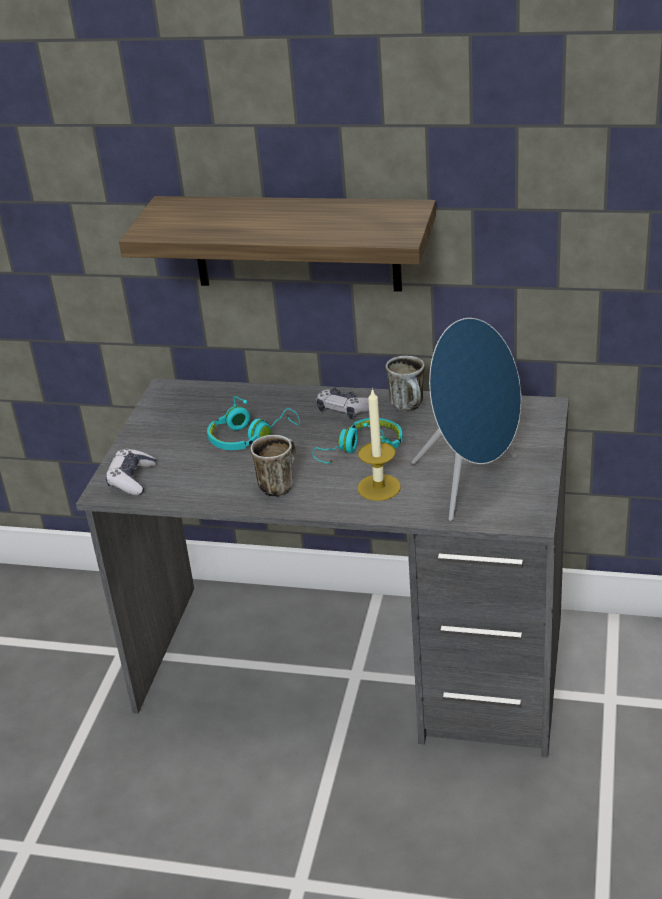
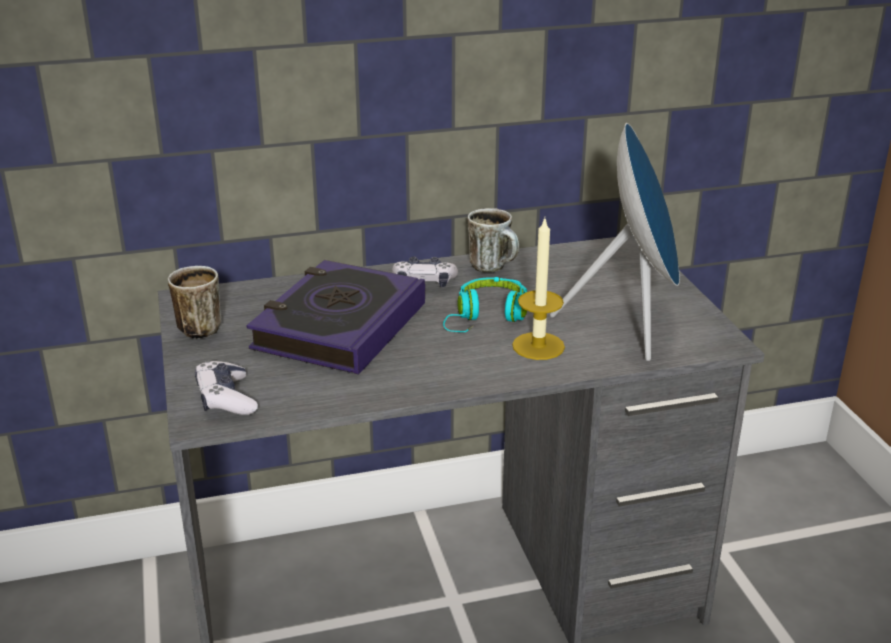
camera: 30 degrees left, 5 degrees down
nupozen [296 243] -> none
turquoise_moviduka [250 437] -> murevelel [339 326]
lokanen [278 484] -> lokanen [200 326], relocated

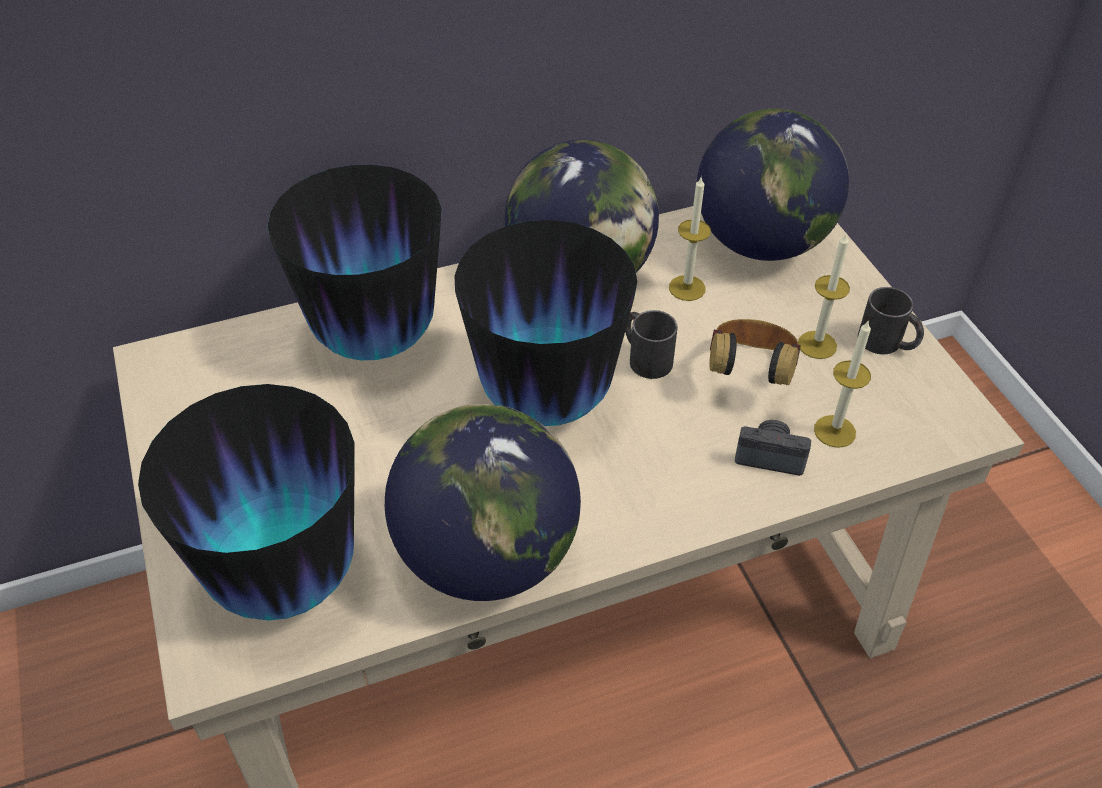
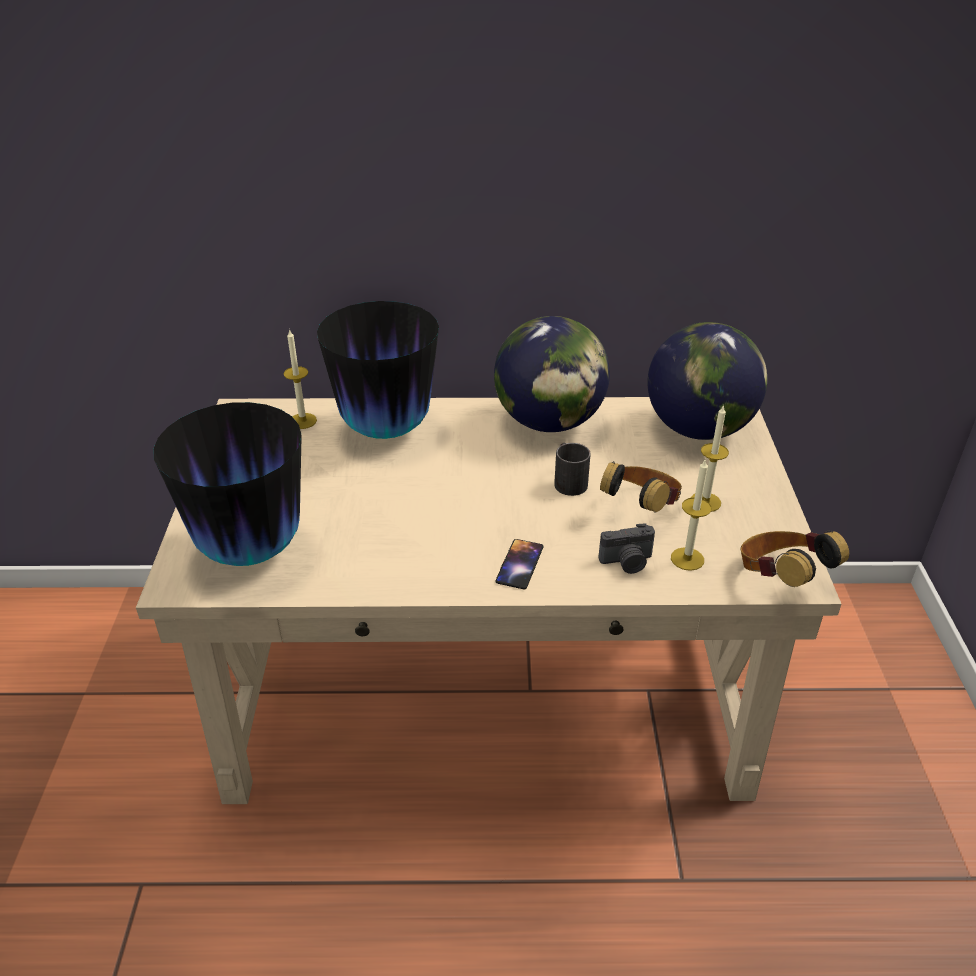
camera: 20 degrees right, 10 degrees down
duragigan [687 288] -> duragigan [302 421], relocated
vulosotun [546 400] -> none
black_lokanen [887 343] -> none
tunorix [487 556] -> none
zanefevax [770 456] -> zanefevax [627 562], 135 degrees clockwise
none -> moviduka [780 578]
none -> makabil [519 564]

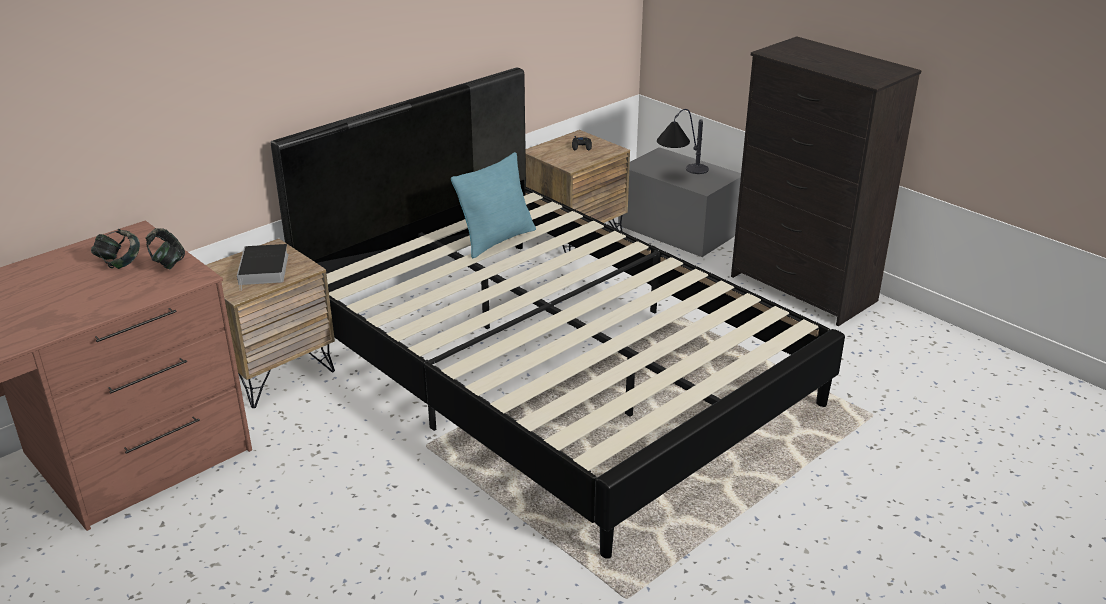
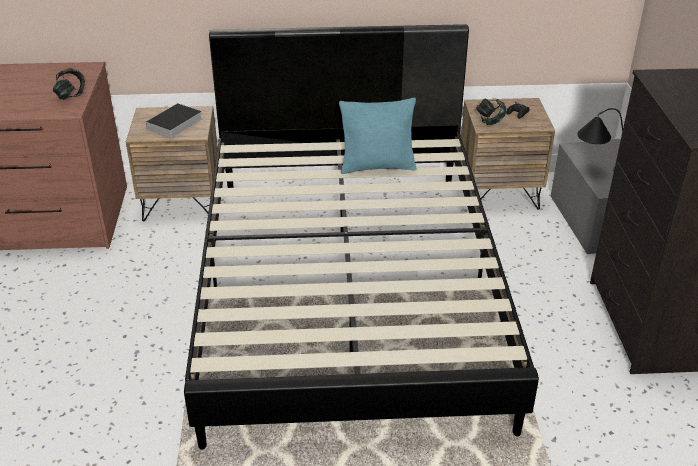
camera: 40 degrees right, 5 degrees up
moviduka [119 263] -> moviduka [490 121], relocated

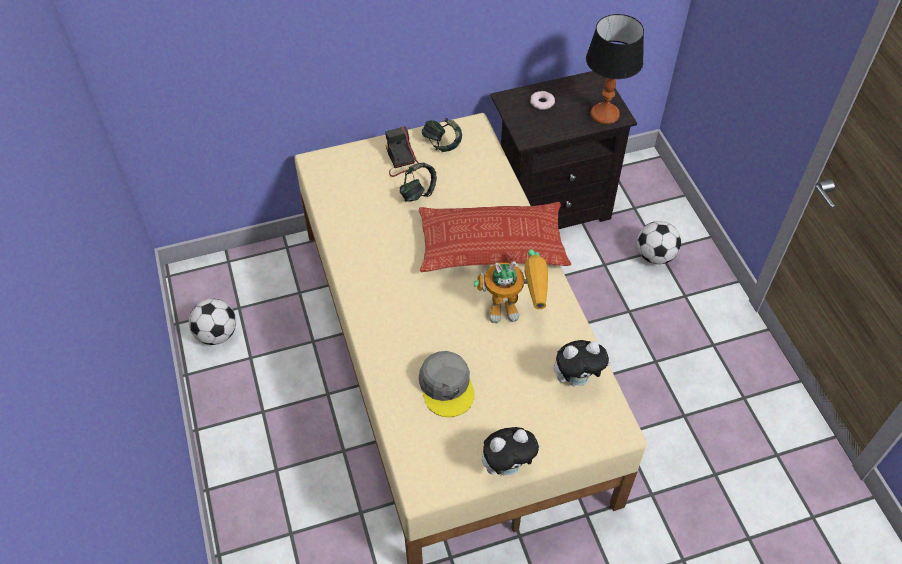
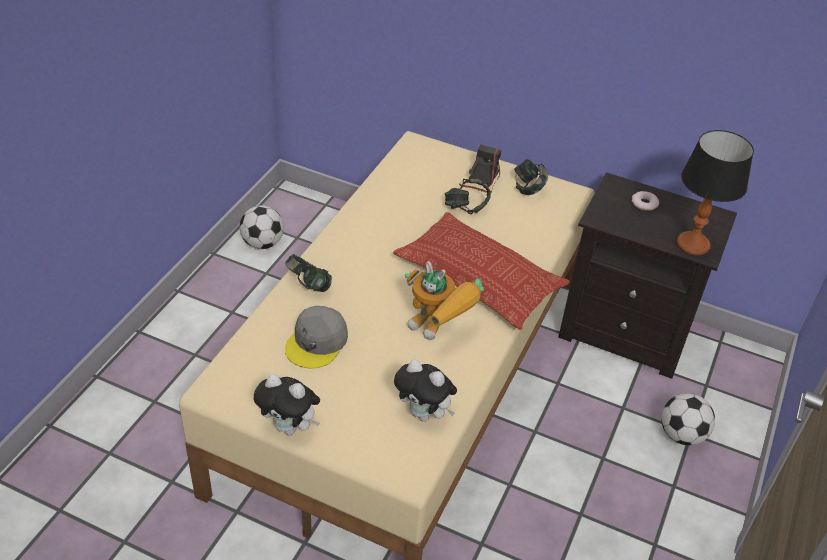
camera: 40 degrees right, 10 degrees down
none -> moviduka [308 285]

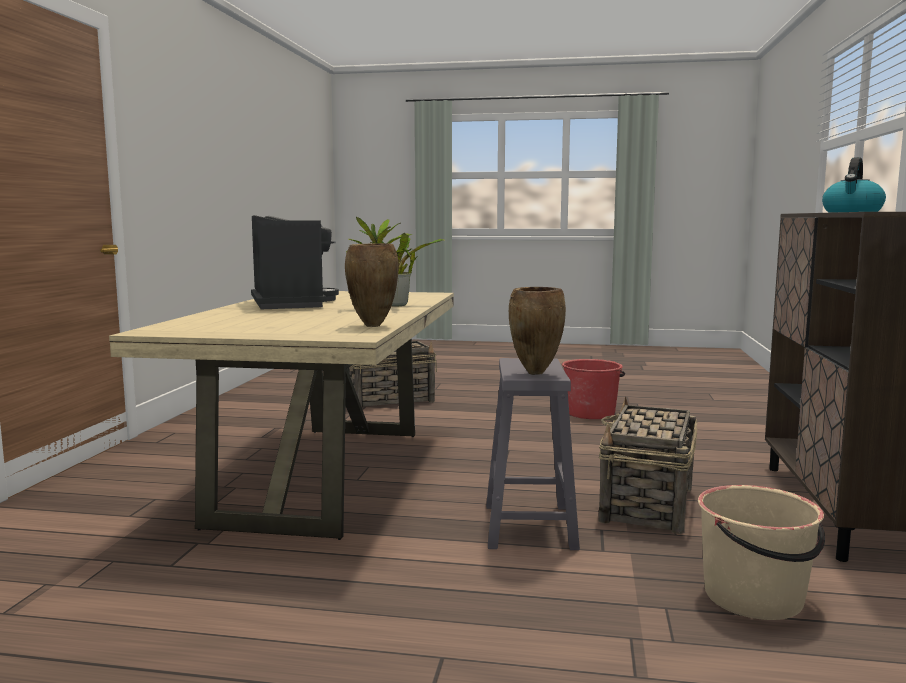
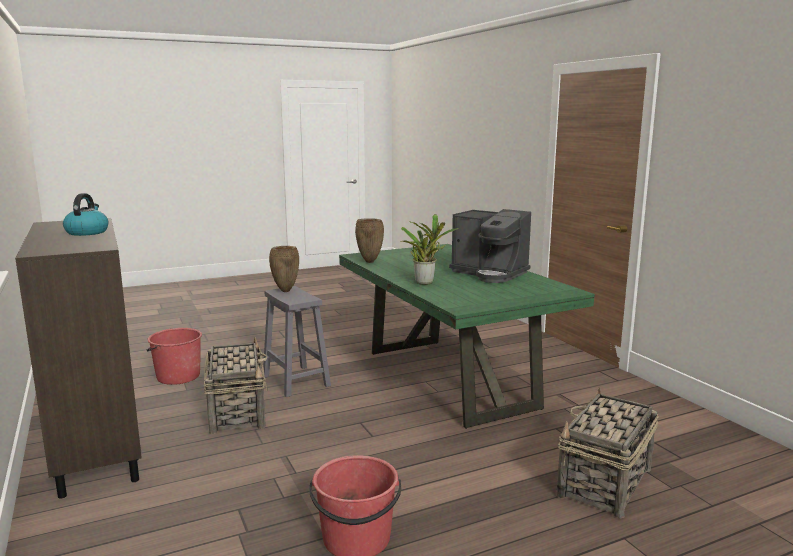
camera: 145 degrees right, 5 degrees up
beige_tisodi [324 474] -> green_tisodi [450 379]
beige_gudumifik [754 598] -> red_gudumifik [177 376]

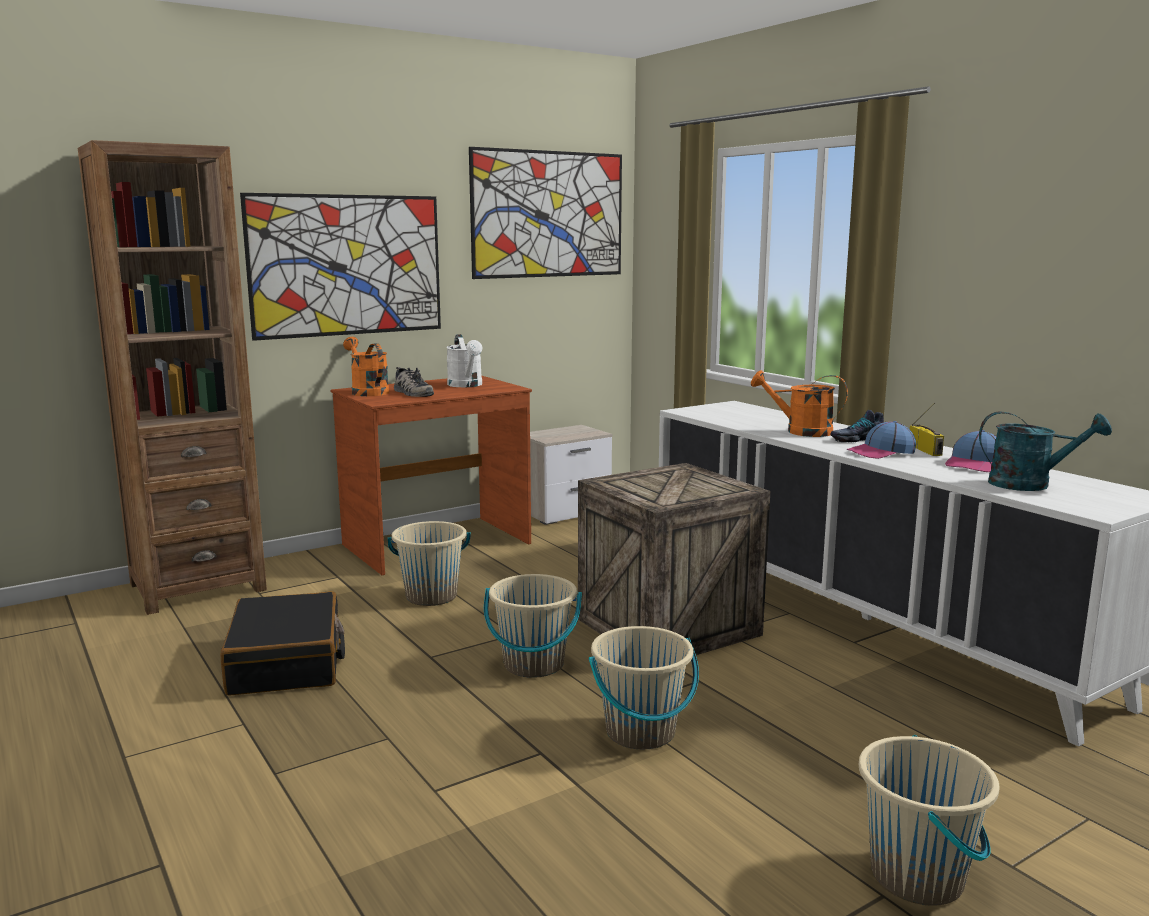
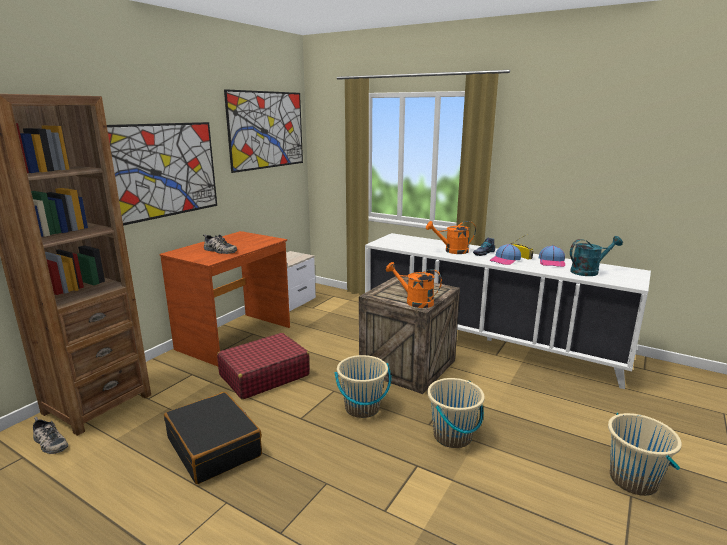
camera: 25 degrees left, 5 degrees up
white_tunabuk [466 385] -> none
orange_tunabuk [367 391] -> orange_tunabuk [414 301], relocated
beige_gudumifik [431 596] -> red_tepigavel [264 375]
none -> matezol [49 443]

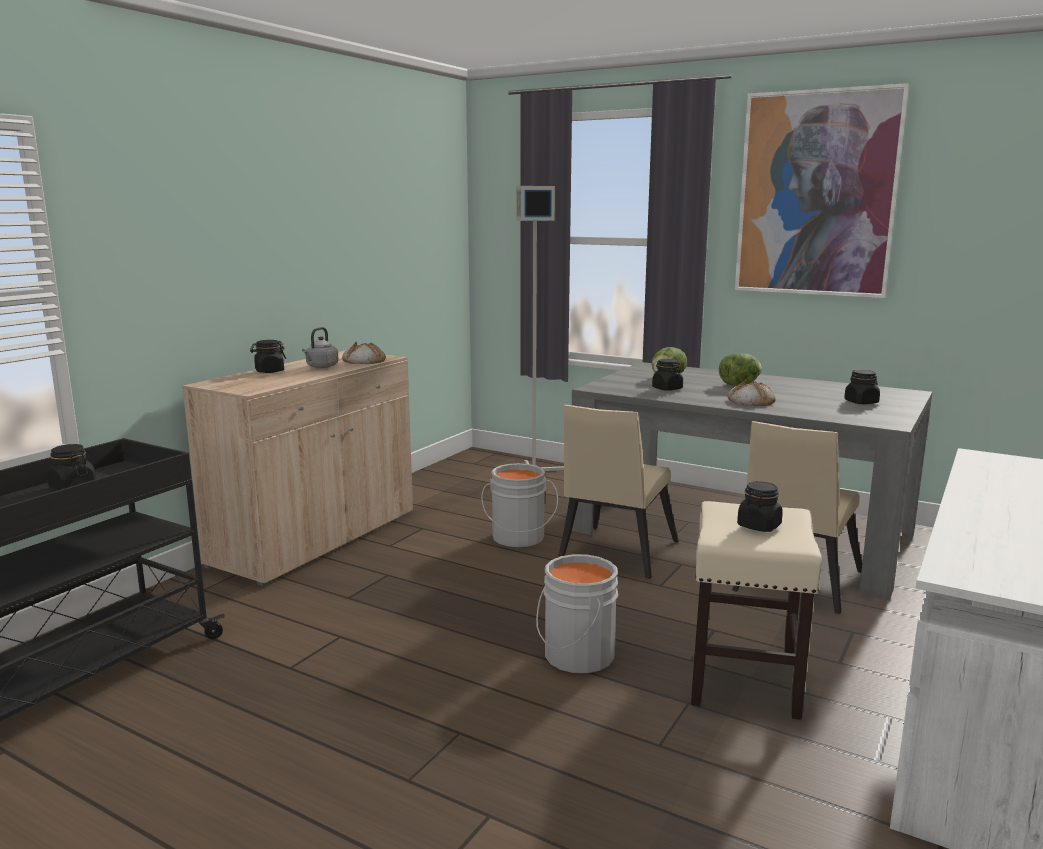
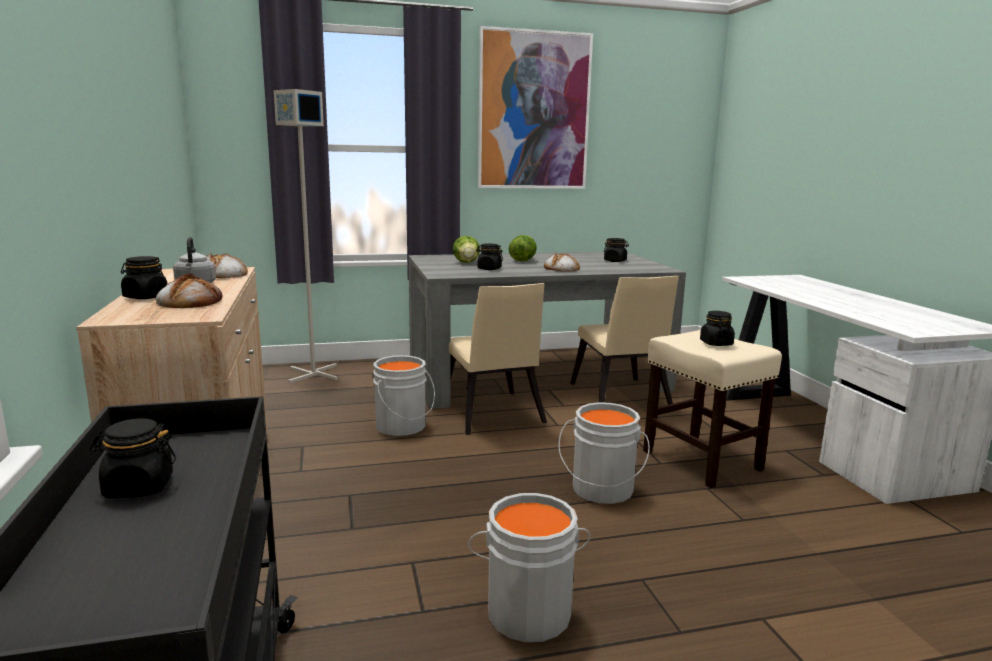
camera: 45 degrees left, 0 degrees up
none -> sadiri [189 301]
none -> grey_gudumifik [528 610]

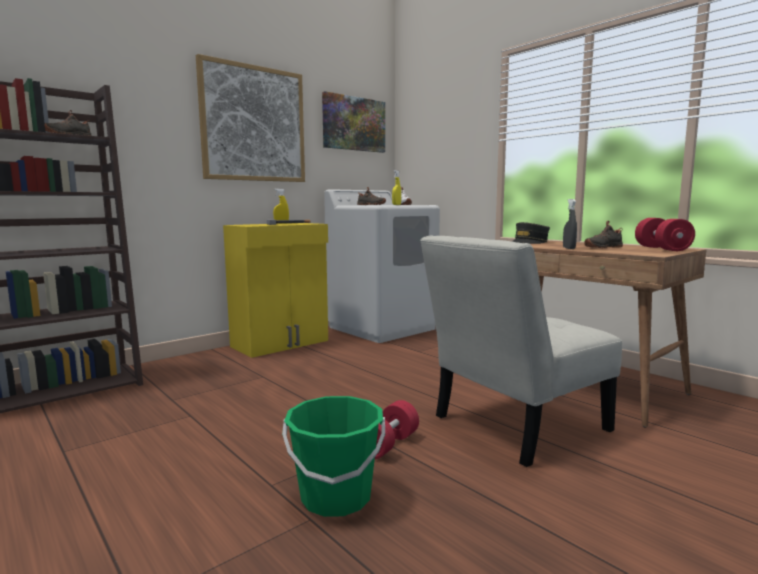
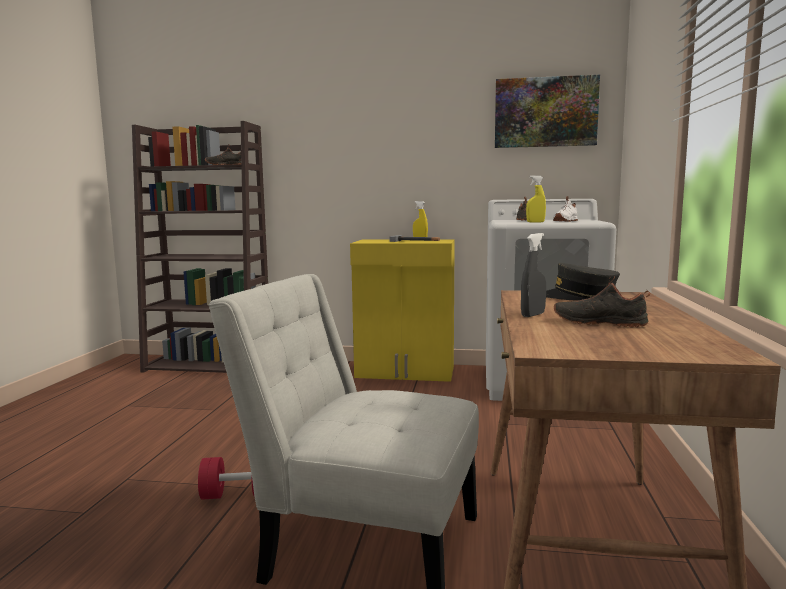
camera: 50 degrees right, 0 degrees up
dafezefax [253 124] -> none
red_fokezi [661 249] -> none
green_gudumifik [336 497] -> none

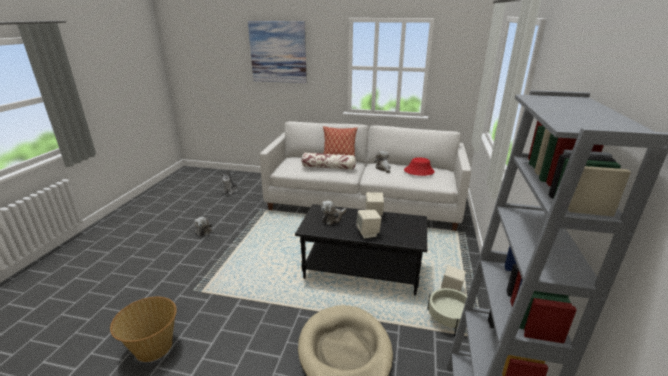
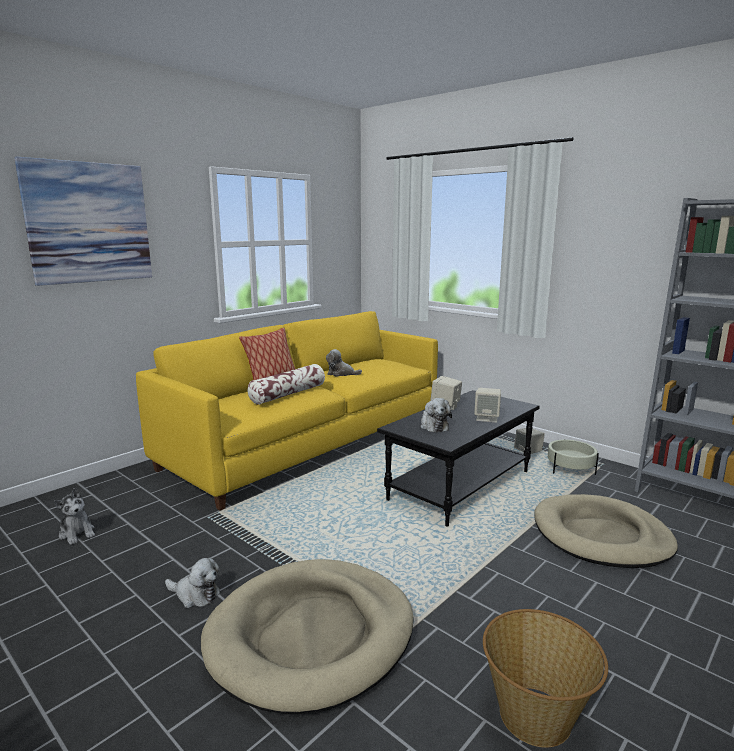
camera: 60 degrees left, 10 degrees down
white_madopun [363 203] -> yellow_madopun [309 442]
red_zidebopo [419 171] -> none
none -> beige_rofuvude [311 636]

